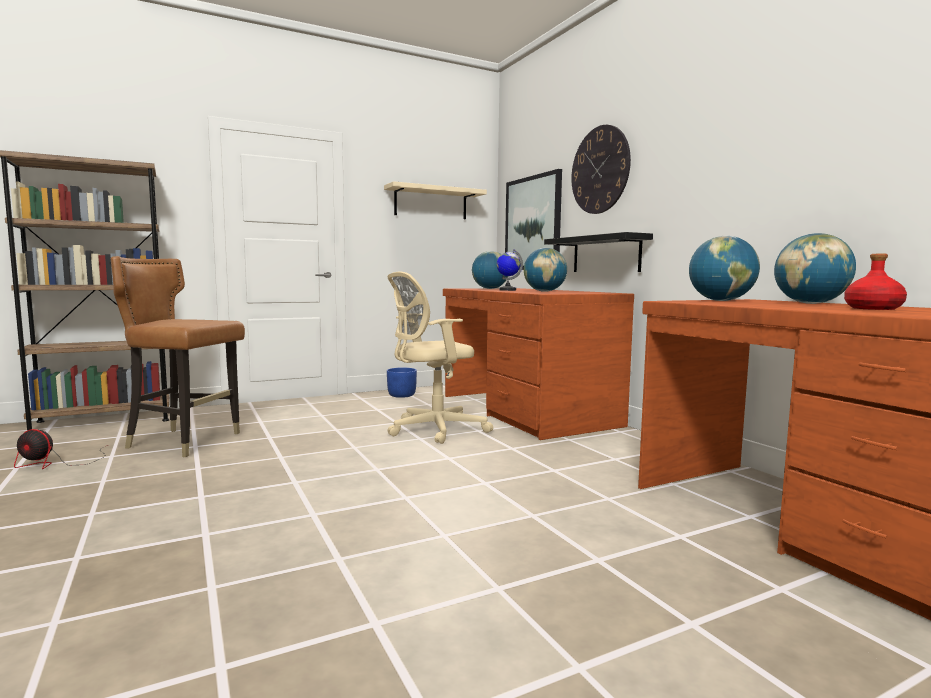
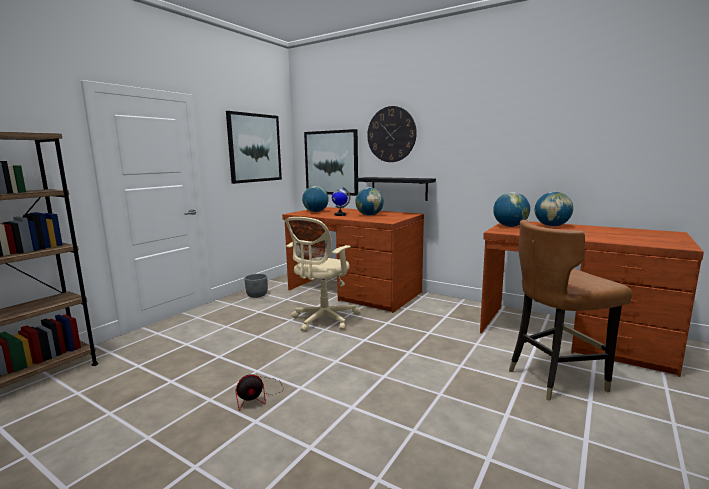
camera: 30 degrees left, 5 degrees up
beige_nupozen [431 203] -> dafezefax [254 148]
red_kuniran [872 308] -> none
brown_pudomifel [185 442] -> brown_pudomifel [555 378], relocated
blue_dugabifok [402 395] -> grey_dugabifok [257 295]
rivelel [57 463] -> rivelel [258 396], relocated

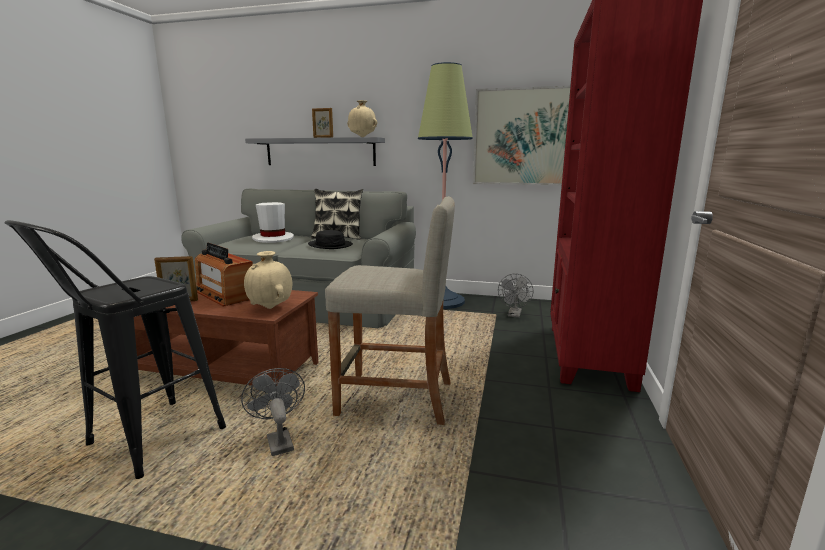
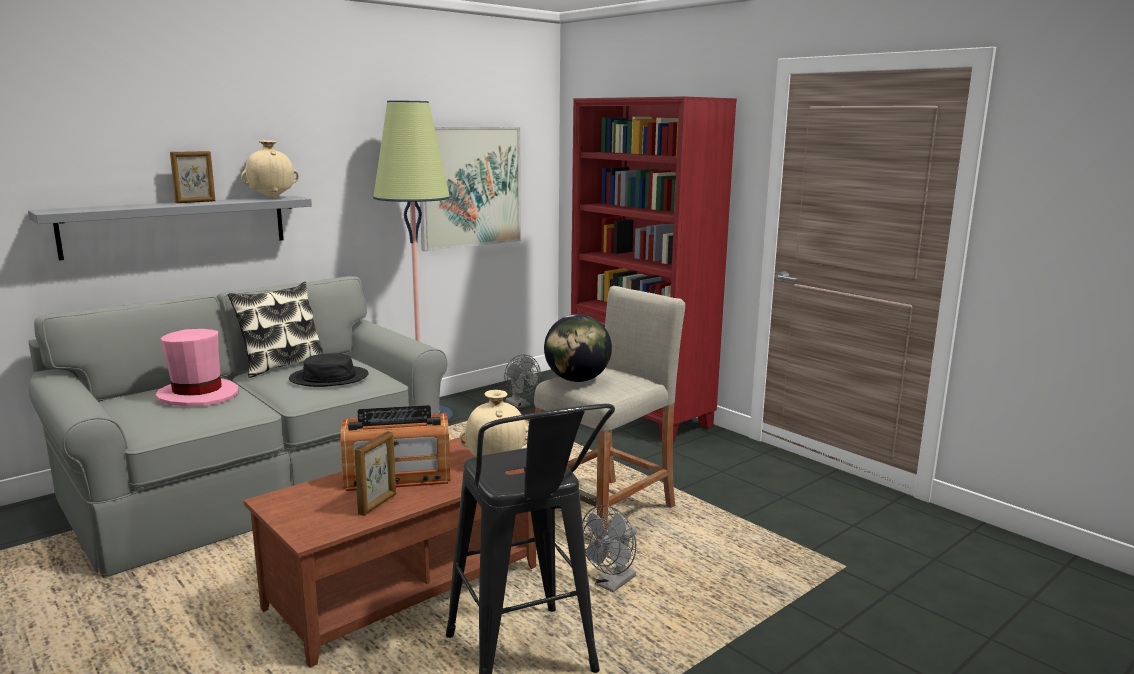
camera: 55 degrees left, 0 degrees up
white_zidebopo [273 238] -> pink_zidebopo [198 395]
grey_rivelel [278 440] -> grey_rivelel [611 584], 60 degrees counterclockwise
none -> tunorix [577 380]

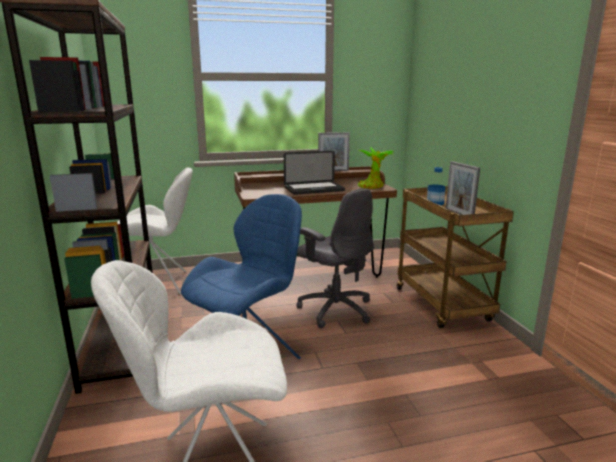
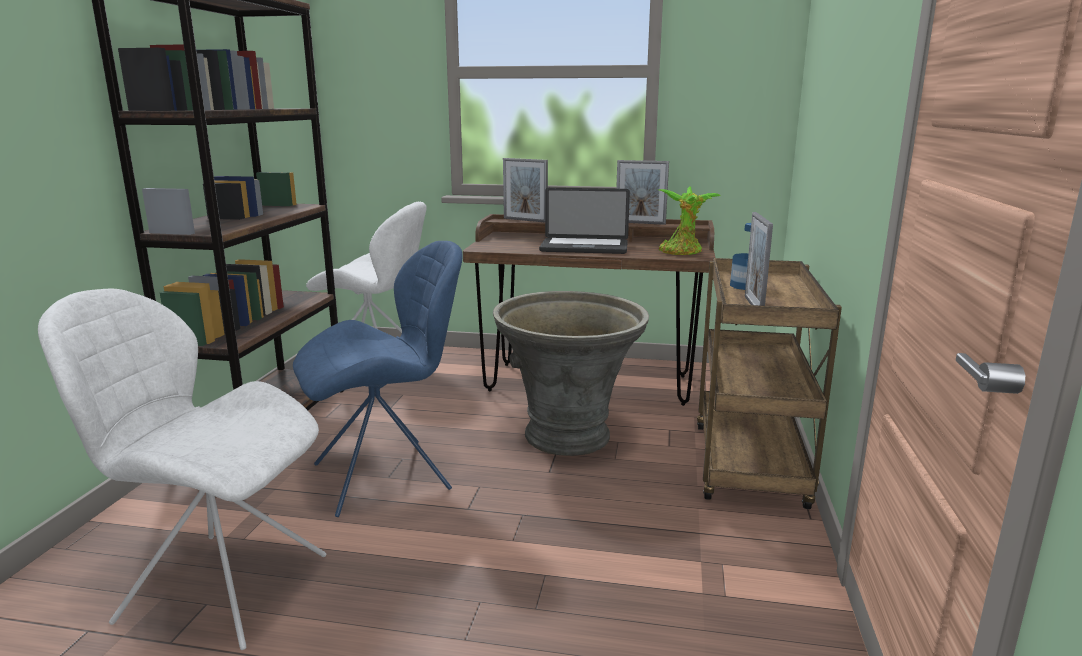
camera: 25 degrees right, 0 degrees up
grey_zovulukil [335 309] -> grey_dugabifok [568 437]
none -> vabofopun [525 220]

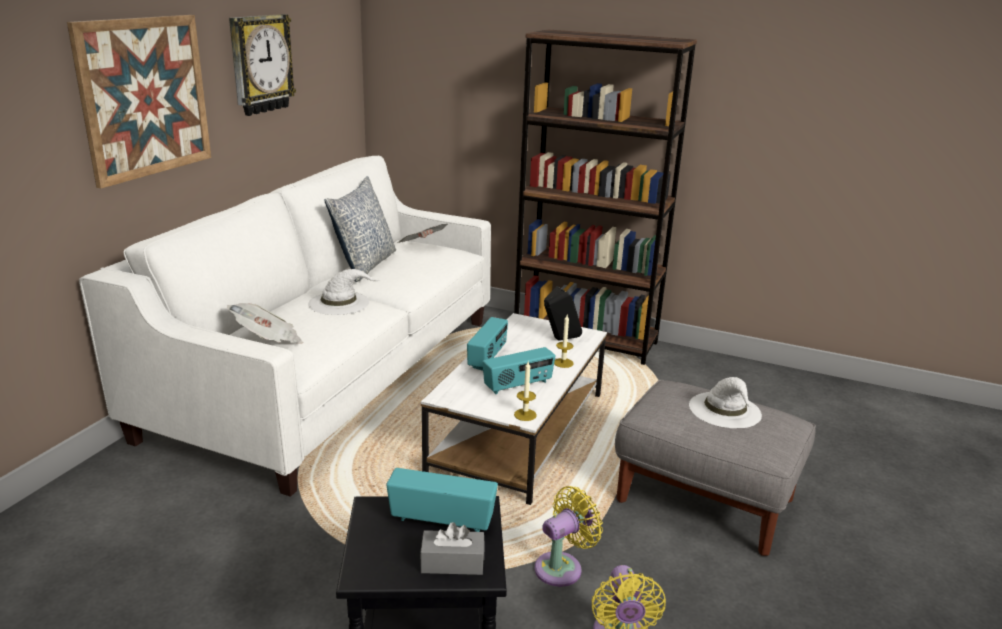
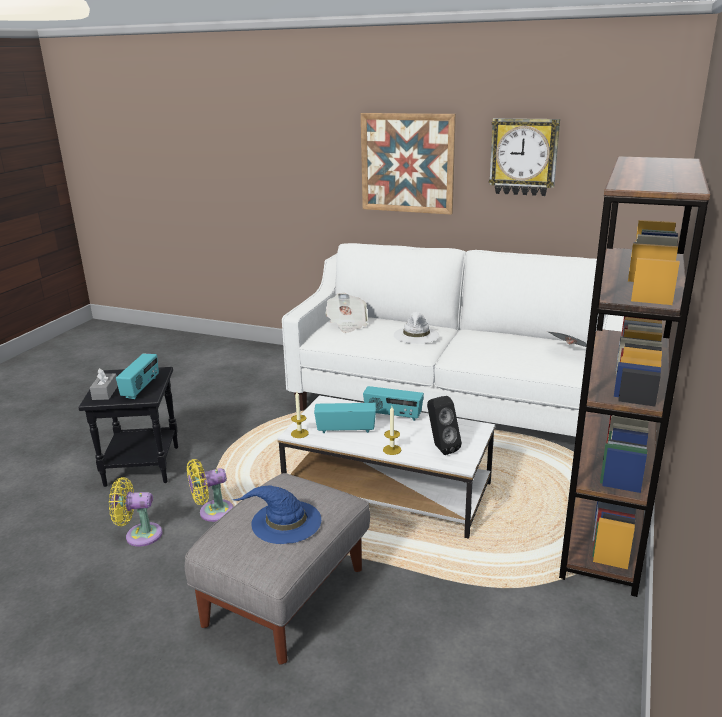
camera: 90 degrees right, 0 degrees up
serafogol [364 265] -> none
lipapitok [518 385] -> lipapitok [346 429], 120 degrees clockwise
white_zidebopo [725 410] -> blue_zidebopo [285 522]
yellow_rivelel [562 567] -> yellow_rivelel [212 512], 105 degrees clockwise

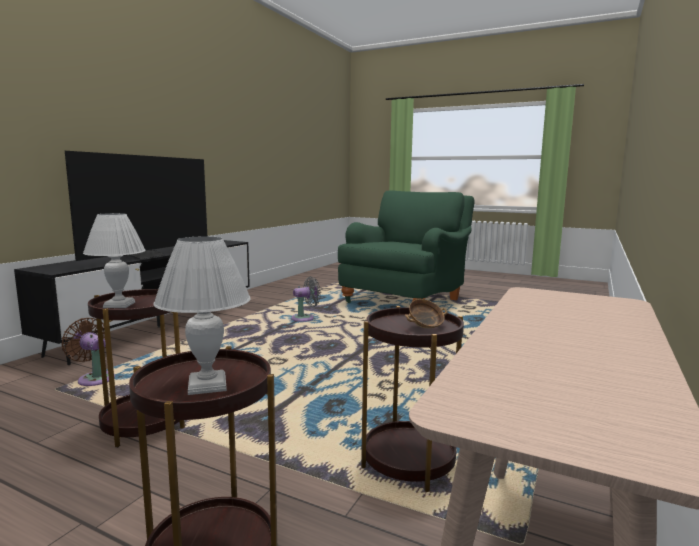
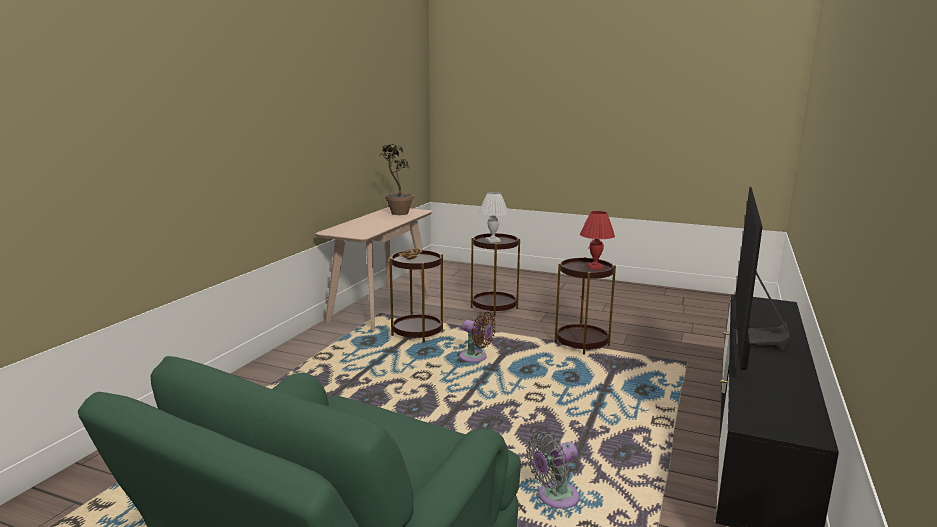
camera: 175 degrees right, 5 degrees up
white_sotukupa [120 305] -> red_sotukupa [594 267]
brown_rivelel [94 378] -> brown_rivelel [475 358], relocated
none -> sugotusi [396 214]

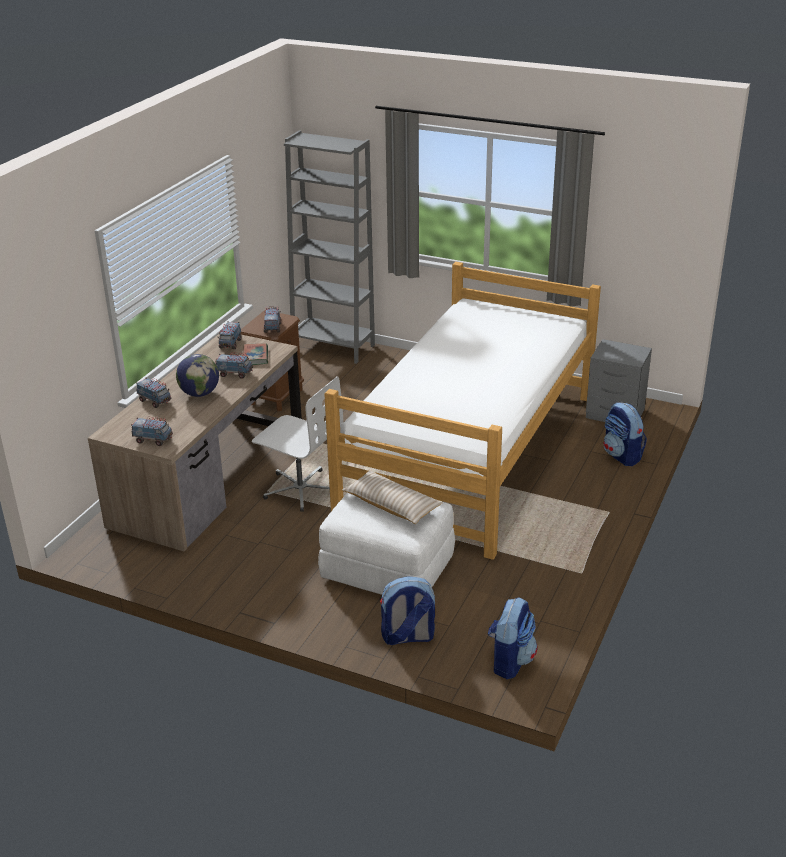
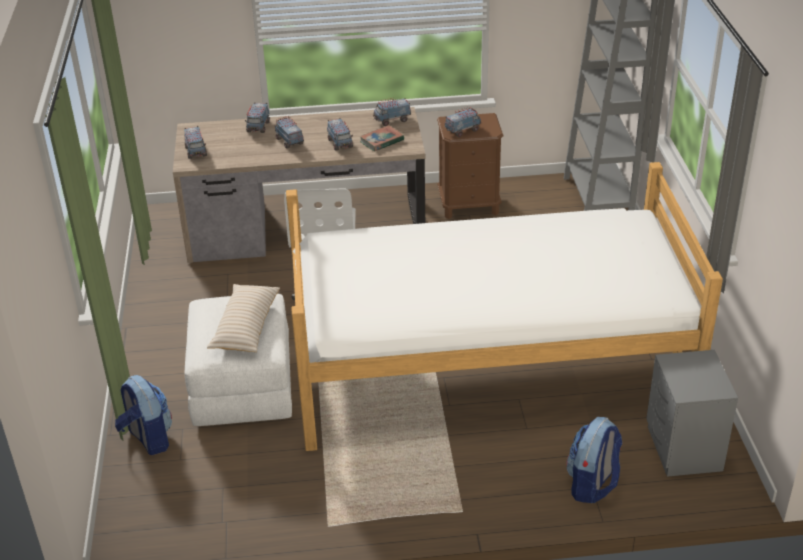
camera: 60 degrees right, 5 degrees up
tunorix [199 393] -> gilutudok [289 141]
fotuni [510 660] -> none

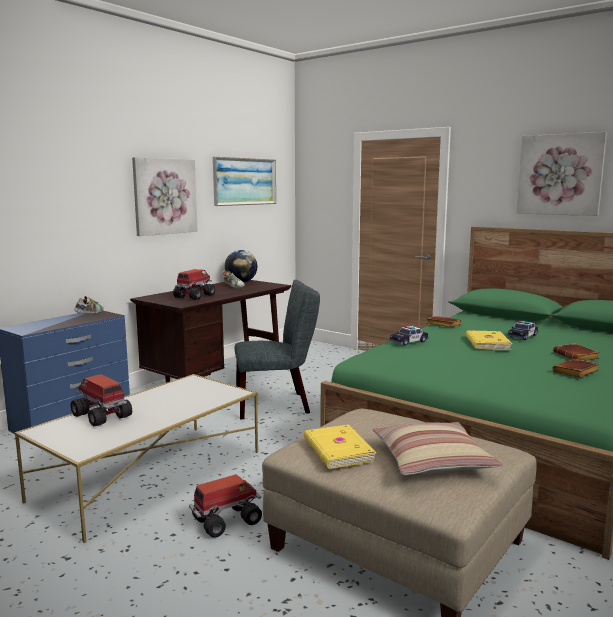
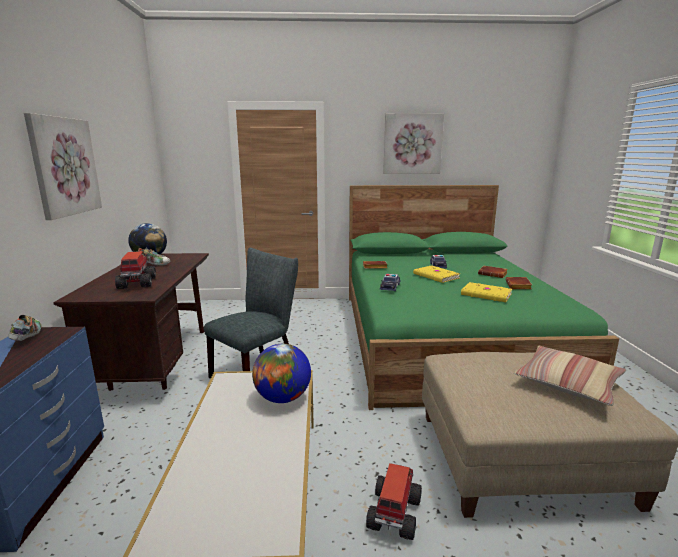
camera: 40 degrees left, 5 degrees up
dafezefax [245 181] -> none
gilutudok [102 416] -> none
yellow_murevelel [337 450] -> yellow_murevelel [486 295], relocated
none -> tunorix [283 398]

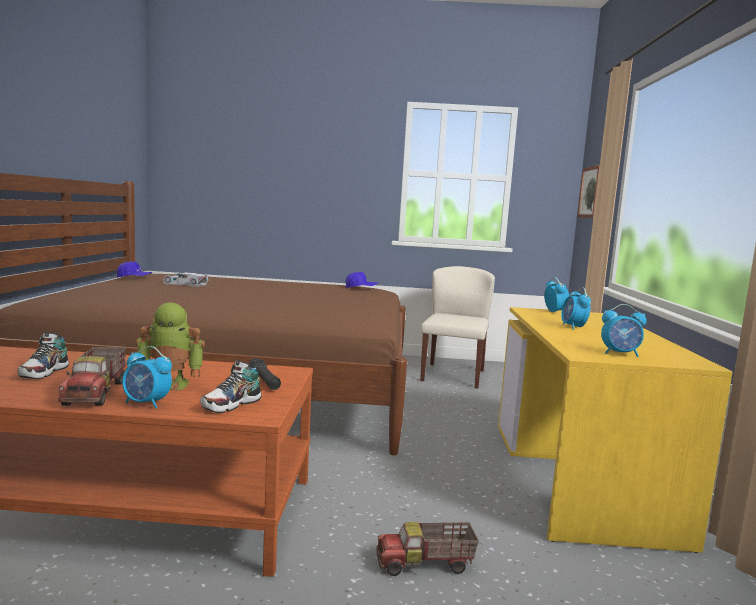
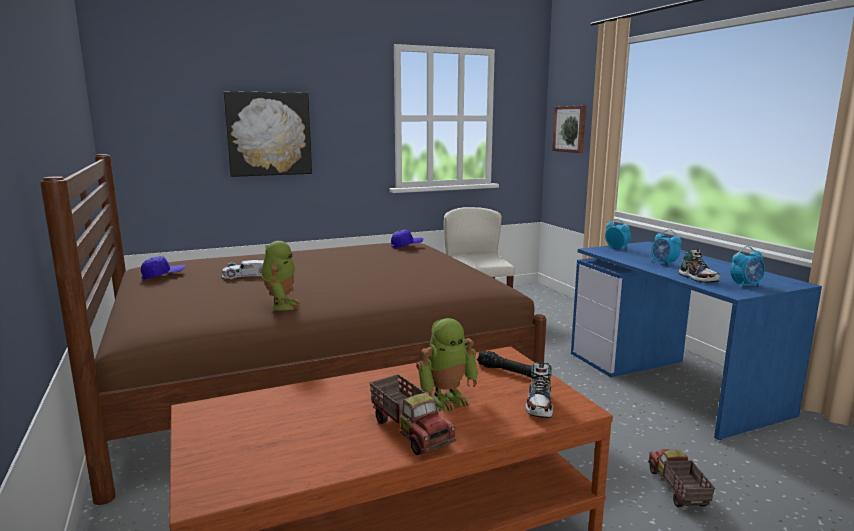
camera: 25 degrees left, 5 degrees up
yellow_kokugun [580 478] -> blue_kokugun [673 382]
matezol [44 372] -> matezol [698 278], relocated
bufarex [146 403] -> none
gilutudok [425 564] -> gilutudok [676 489], 120 degrees clockwise
none -> dafezefax [269 134]
none -> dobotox [281 305]

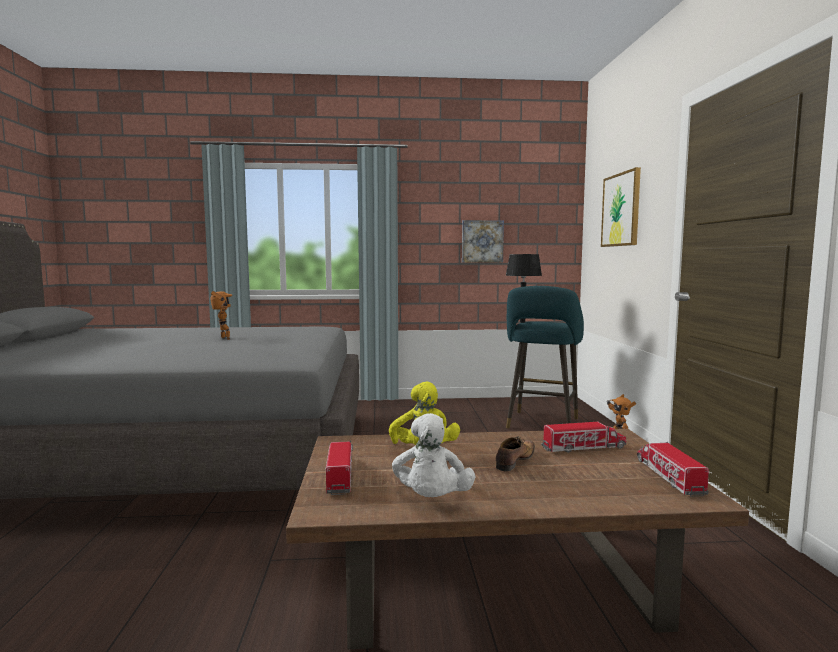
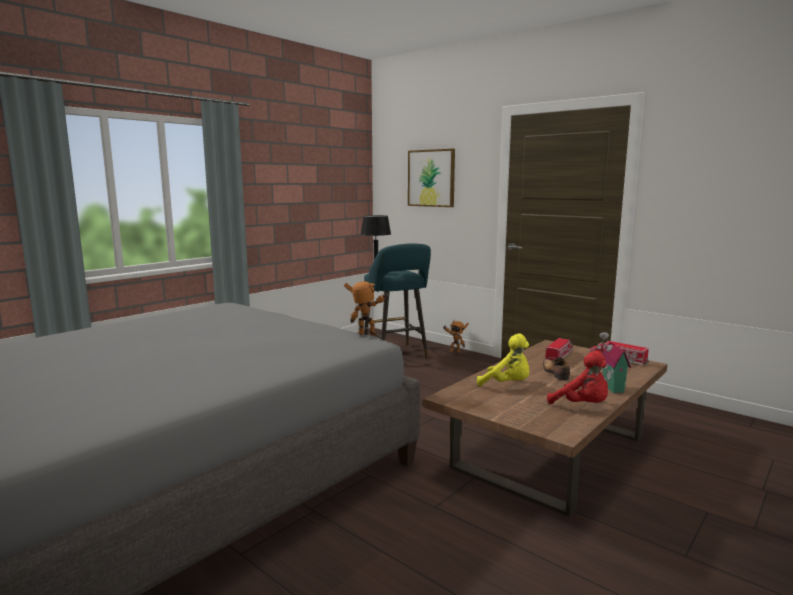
camera: 45 degrees left, 5 degrees up
dafezefax [482 241] -> none
dobotox [223 339] -> dobotox [367 335], relocated
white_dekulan [431 500] -> red_dekulan [582 406]
gilutudok [340 475] -> none
none -> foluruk [611 388]

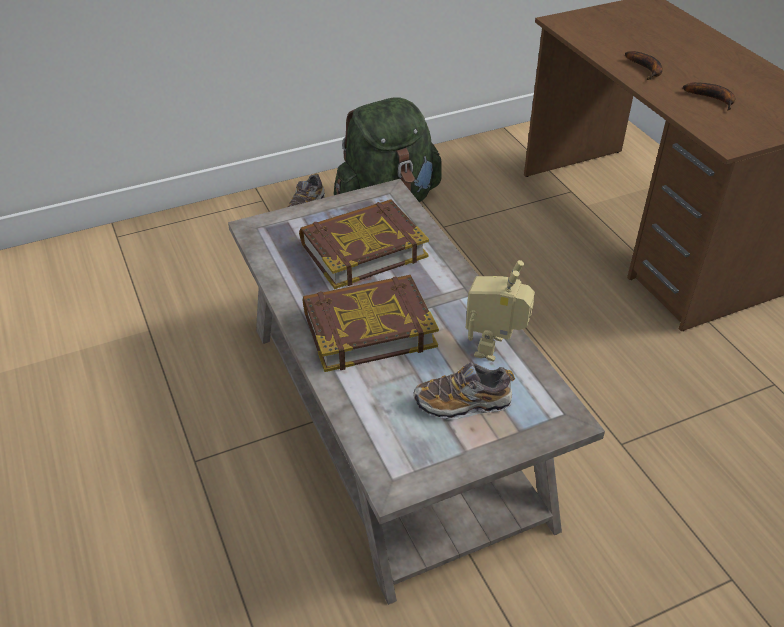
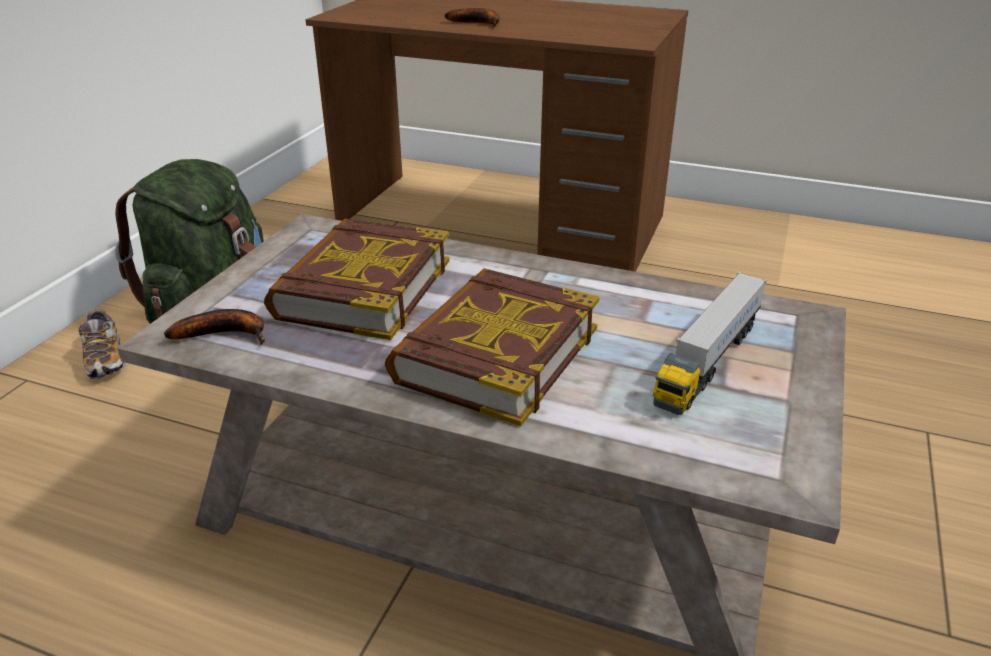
camera: 45 degrees left, 10 degrees down
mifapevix [713 99] -> mifapevix [226 334], relocated
dobotox [495 348] -> none
matezol [463 403] -> gilutudok [708 361]

